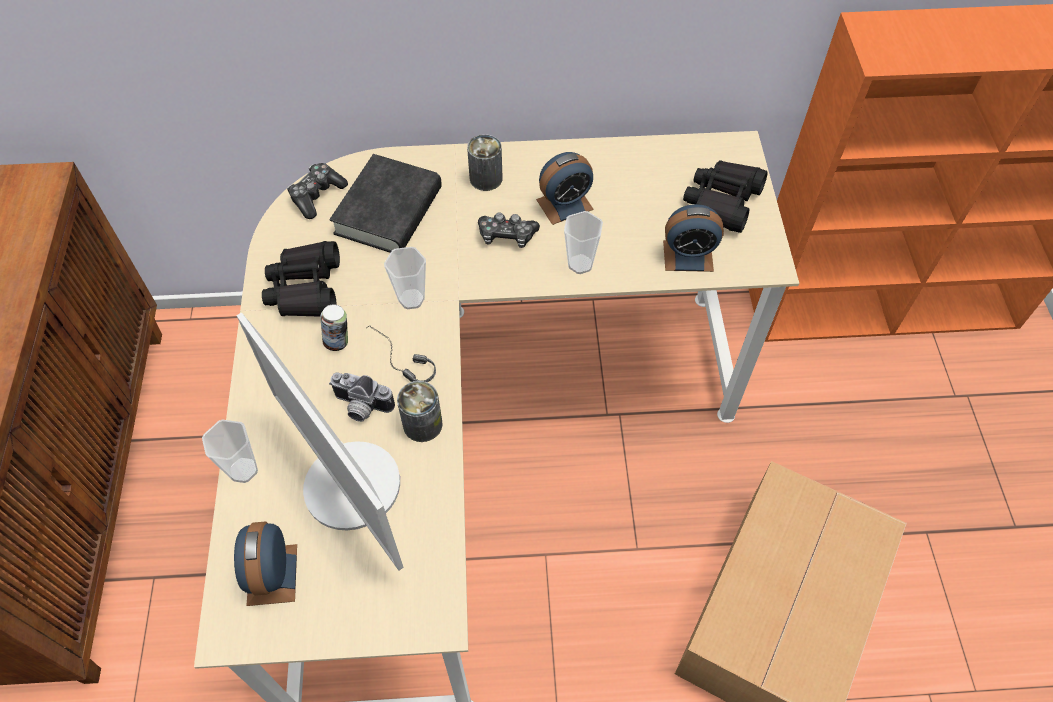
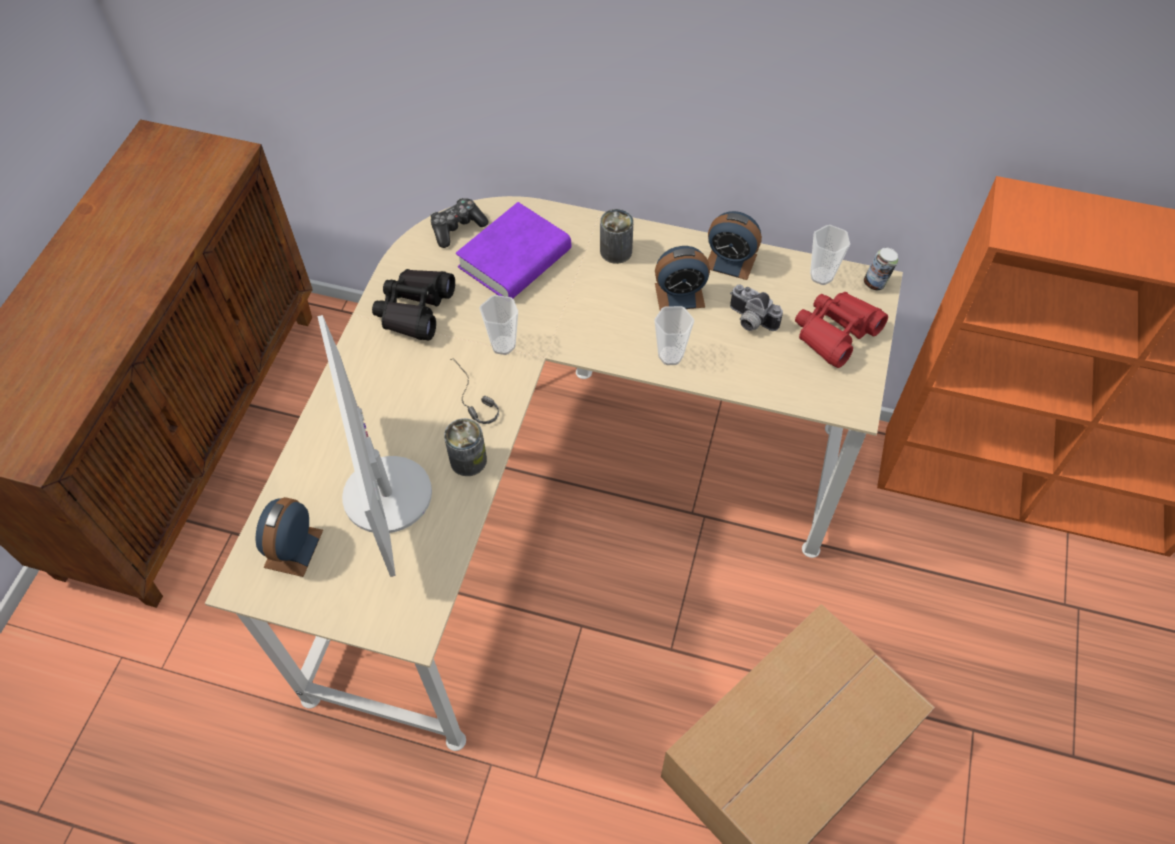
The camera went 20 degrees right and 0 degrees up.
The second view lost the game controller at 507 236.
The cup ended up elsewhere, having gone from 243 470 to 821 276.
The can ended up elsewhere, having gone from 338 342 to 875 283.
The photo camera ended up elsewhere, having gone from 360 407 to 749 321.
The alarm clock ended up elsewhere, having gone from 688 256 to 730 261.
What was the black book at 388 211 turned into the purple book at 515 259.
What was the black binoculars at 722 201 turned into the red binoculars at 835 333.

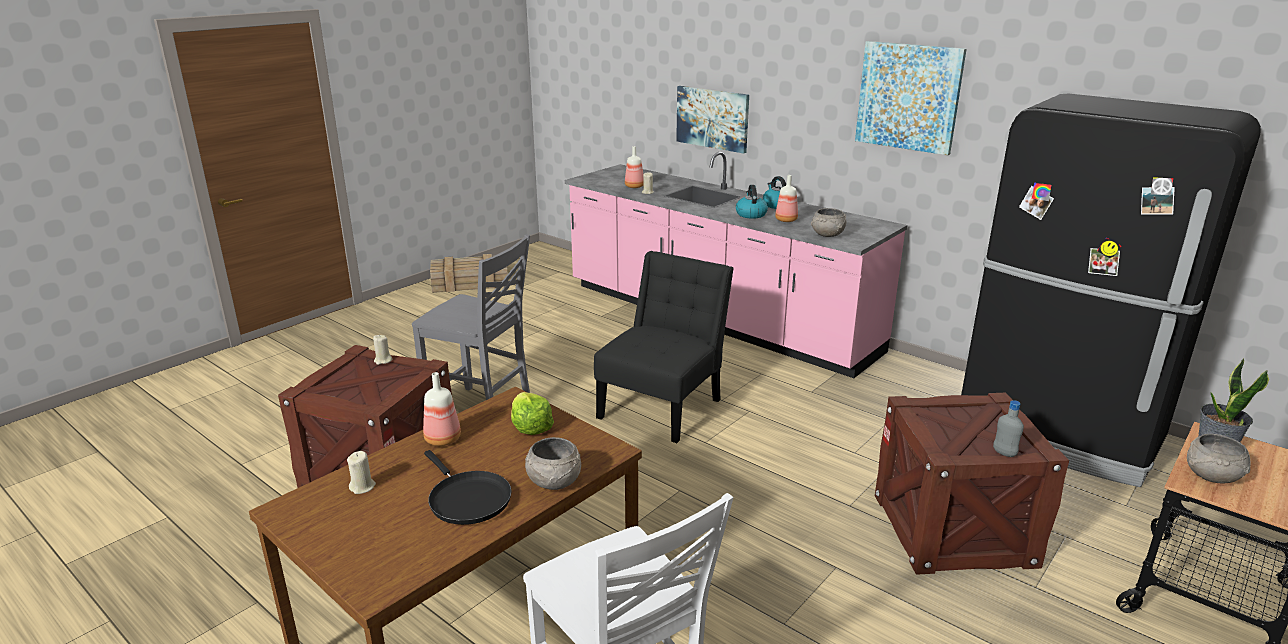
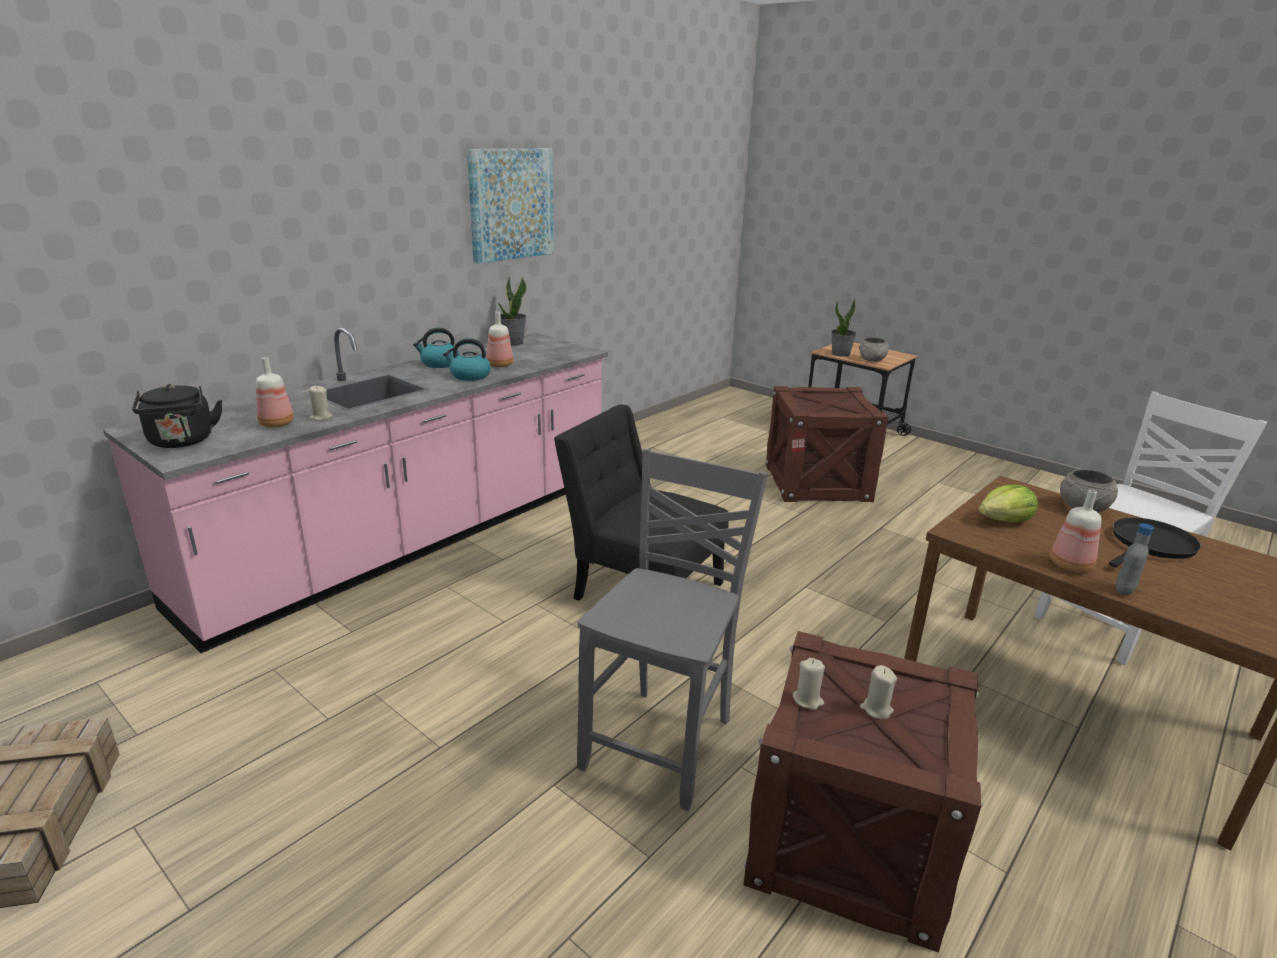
The camera went 90 degrees left and 0 degrees up.
The second view lost the picture at 712 118.
The second view lost the grey bowl at 828 235.
The second view lost the black fridge at 1058 431.
The second view gained the black kettle at 182 442.
The second view gained the potted plant at 512 343.
The beige candle ended up elsewhere, having gone from 362 487 to 876 709.
The grey bottle ended up elsewhere, having gone from 1004 453 to 1124 590.

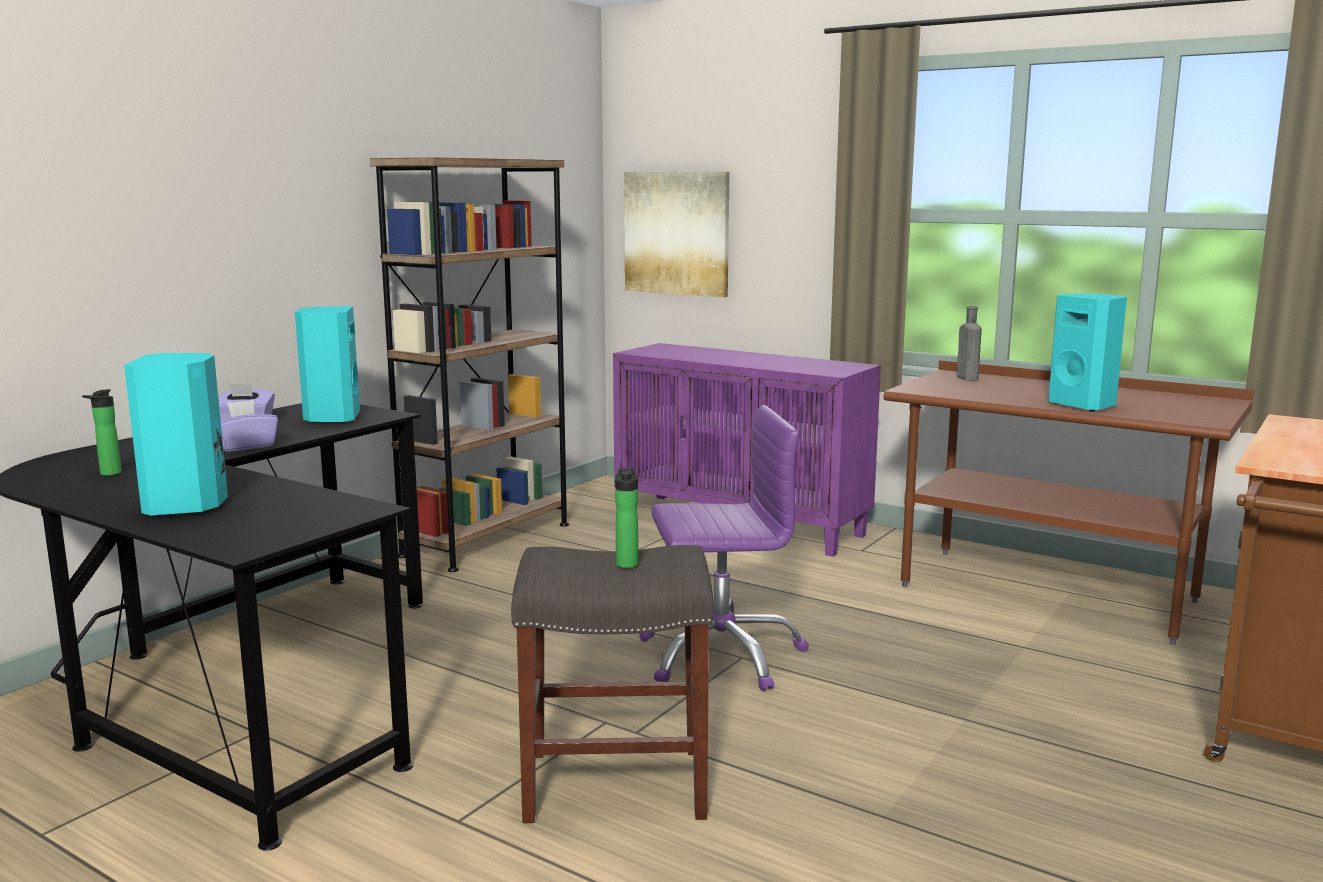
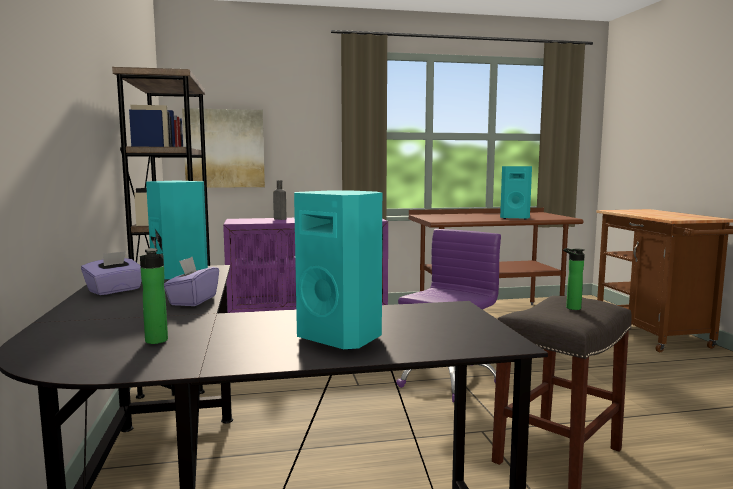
The camera went 45 degrees left and 5 degrees down.
The grey bottle ended up elsewhere, having gone from 966 378 to 279 219.

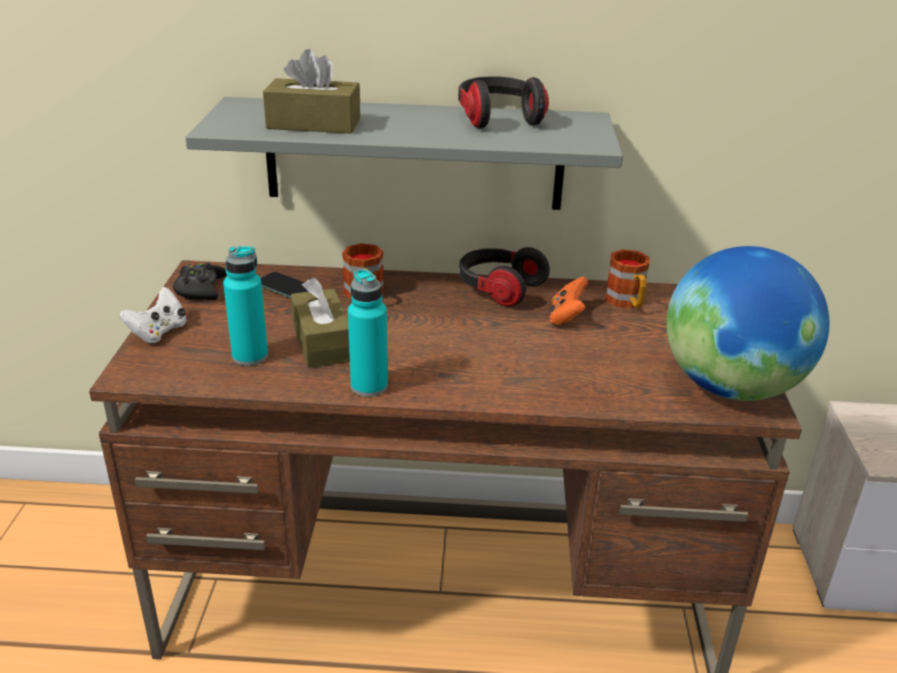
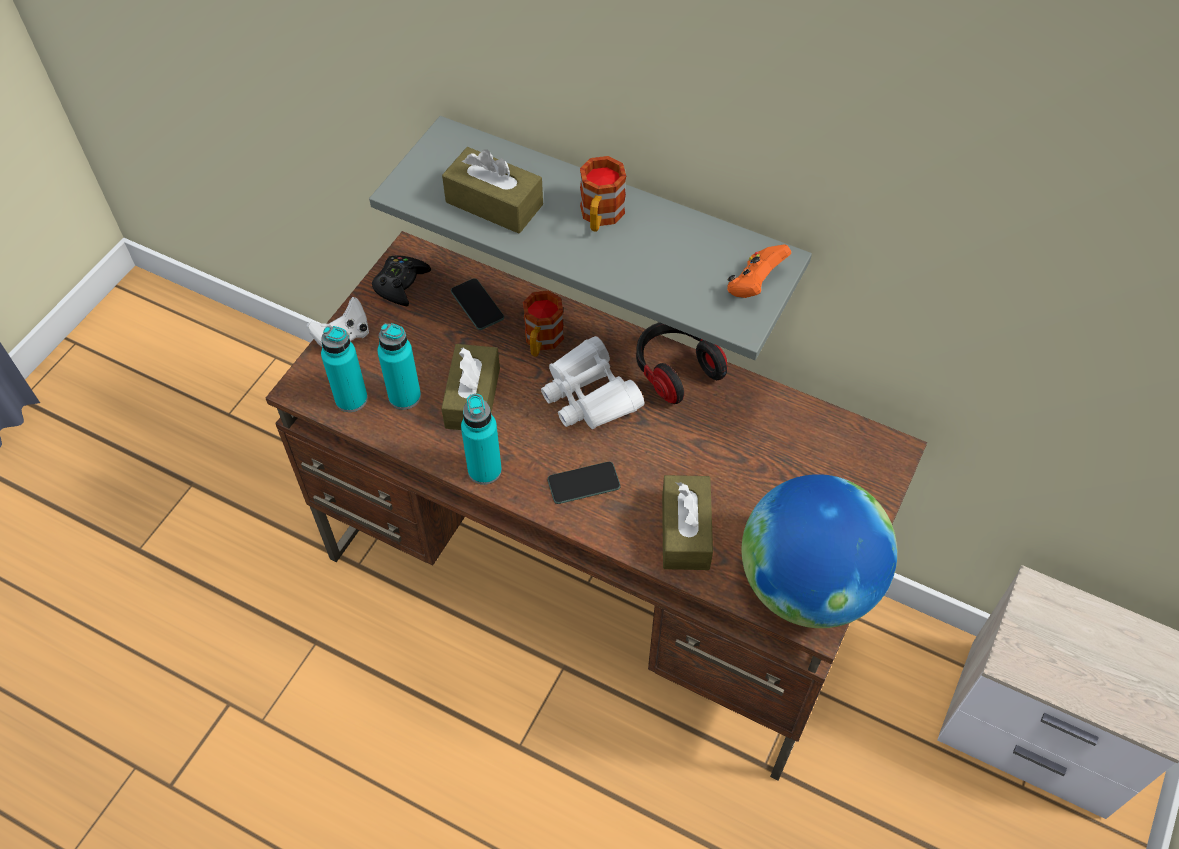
The camera went 25 degrees right and 25 degrees up.
The second view lost the headphones at 498 118.
The second view gained the turquoise bottle at 351 399.
The second view gained the white binoculars at 589 395.
The second view gained the phone at 583 483.
The second view gained the brown tissue box at 685 531.
The orange game controller ended up elsewhere, having gone from 566 317 to 754 285.
The mug ended up elsewhere, having gone from 627 302 to 600 217.

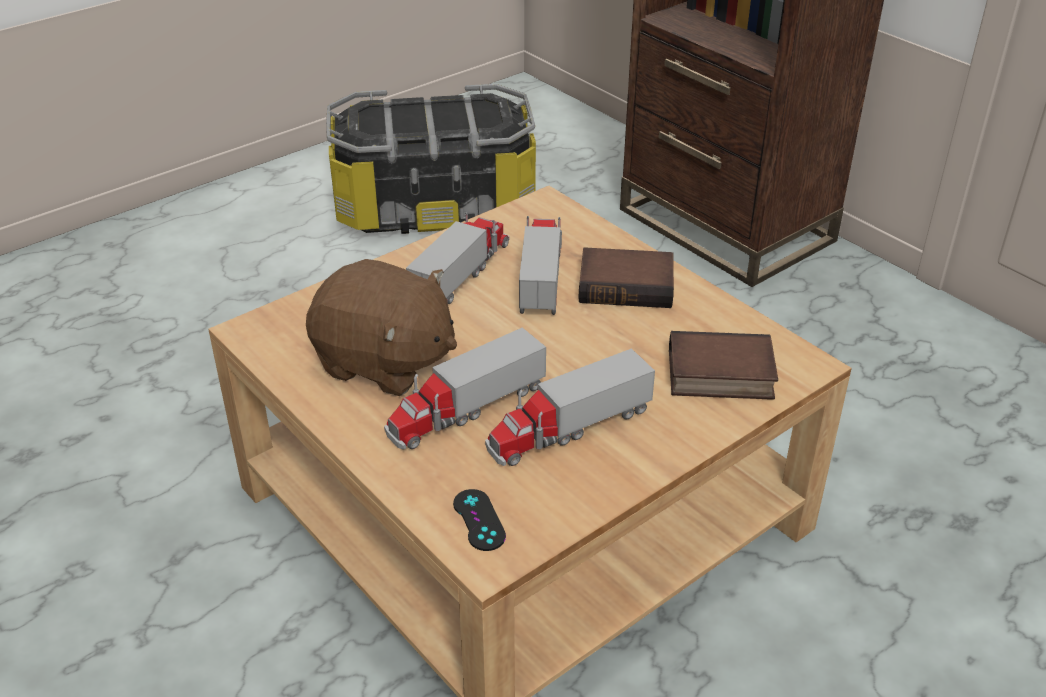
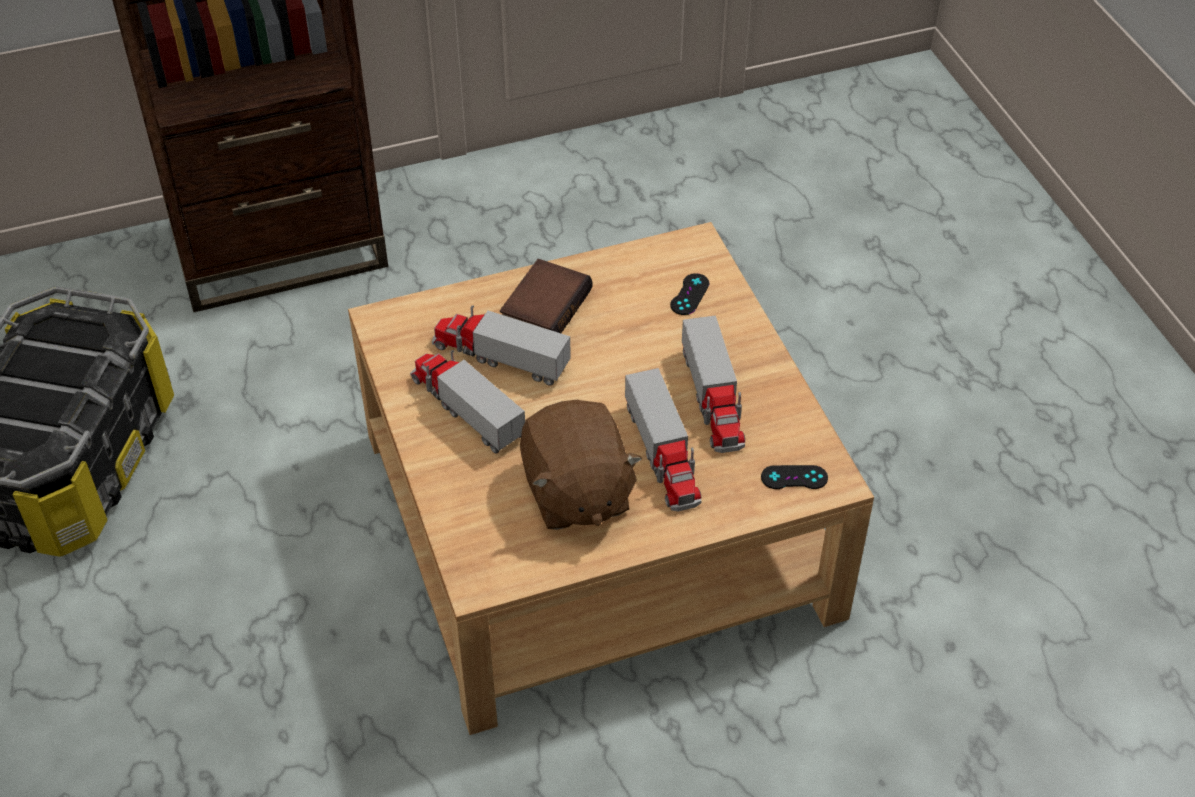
The camera went 70 degrees left and 10 degrees up.
Where the book stood at 718 376, the black game controller came to stand at 689 294.
The brown plush toy at 384 362 ended up facing another way, 120 degrees clockwise from before.

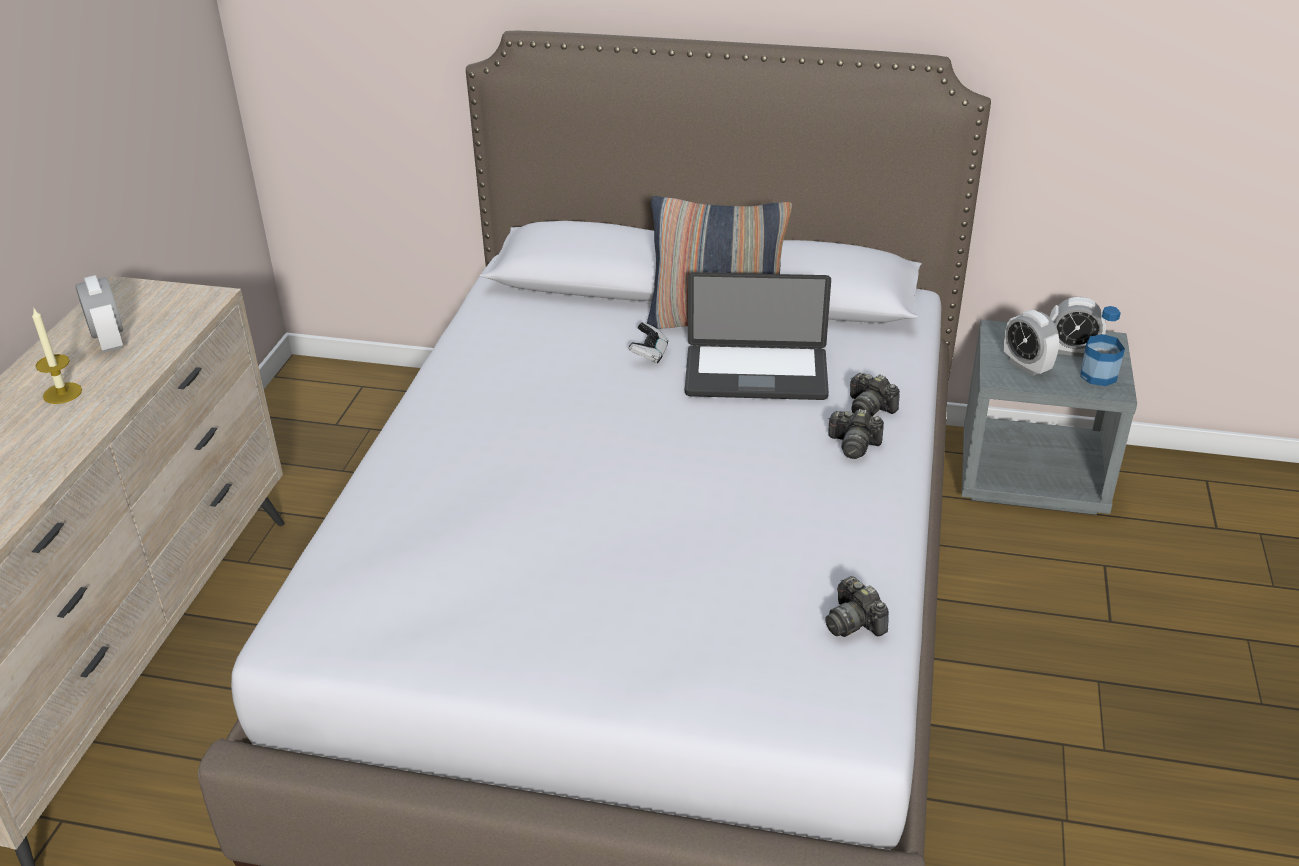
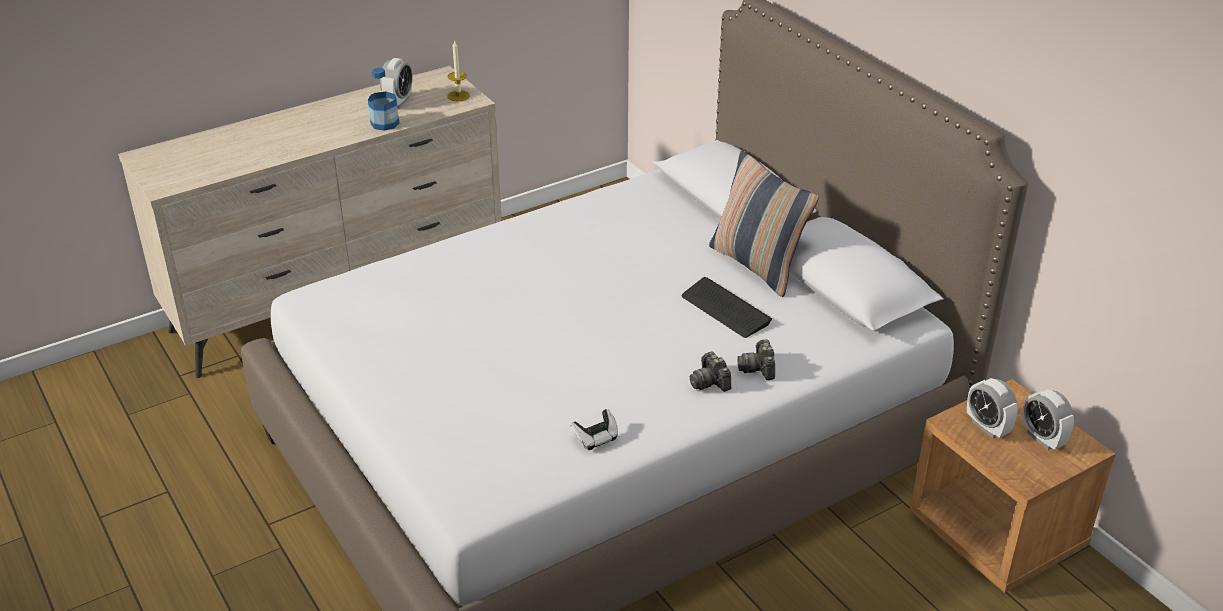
The camera went 45 degrees right and 0 degrees up.
The second view lost the photo camera at 854 622.
The candle ended up elsewhere, having gone from 62 393 to 458 96.
The game controller ended up elsewhere, having gone from 649 354 to 596 439.
The bottle ended up elsewhere, having gone from 1098 375 to 385 123.
Where the laptop stood at 756 375, the keyboard came to stand at 725 309.
What was the grey nightstand at 1032 475 turned into the brown nightstand at 997 534.
The alarm clock at 1026 366 ended up facing another way, 45 degrees counterclockwise from before.

